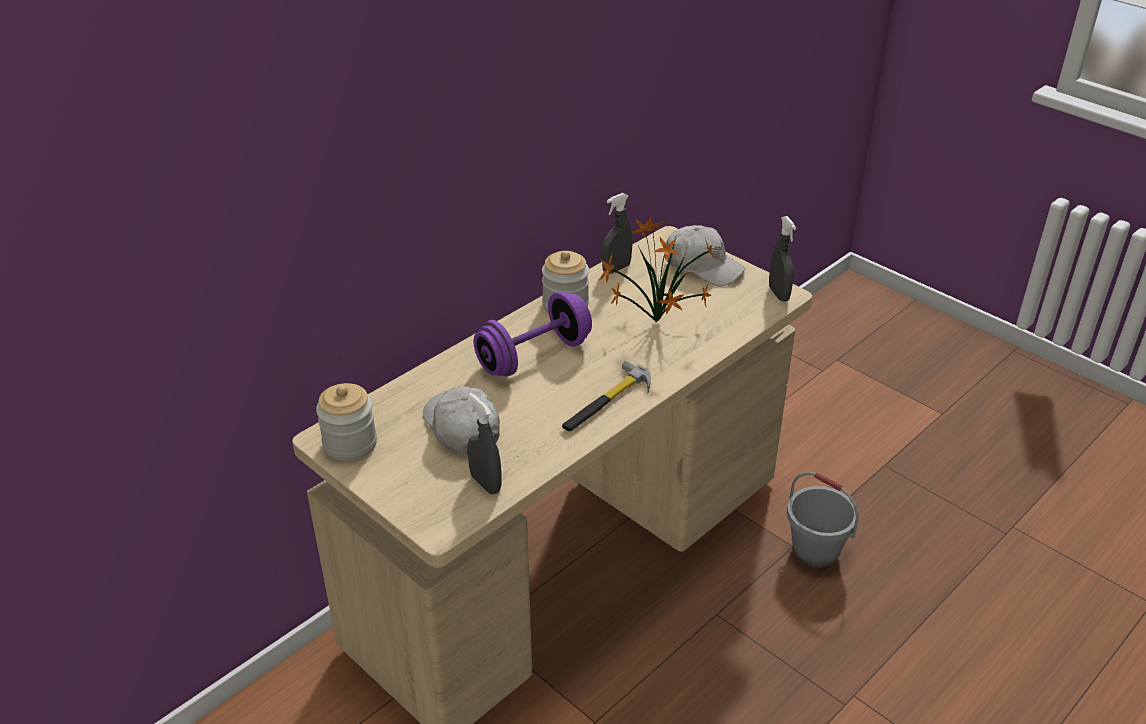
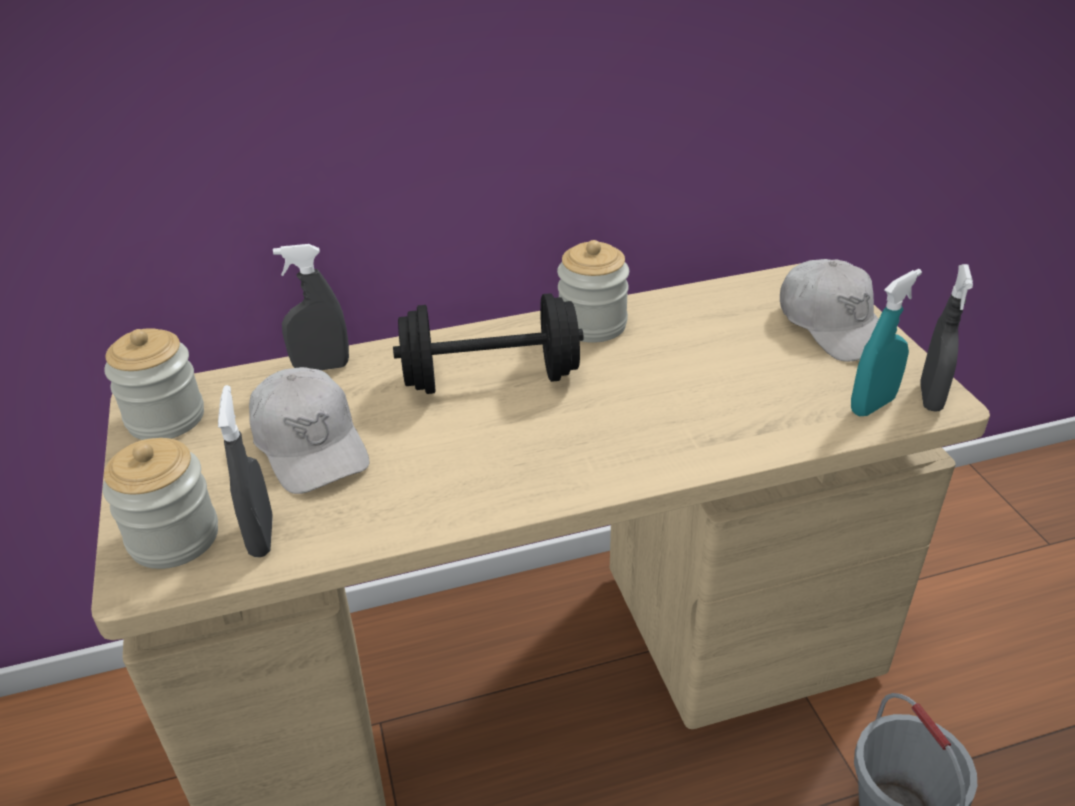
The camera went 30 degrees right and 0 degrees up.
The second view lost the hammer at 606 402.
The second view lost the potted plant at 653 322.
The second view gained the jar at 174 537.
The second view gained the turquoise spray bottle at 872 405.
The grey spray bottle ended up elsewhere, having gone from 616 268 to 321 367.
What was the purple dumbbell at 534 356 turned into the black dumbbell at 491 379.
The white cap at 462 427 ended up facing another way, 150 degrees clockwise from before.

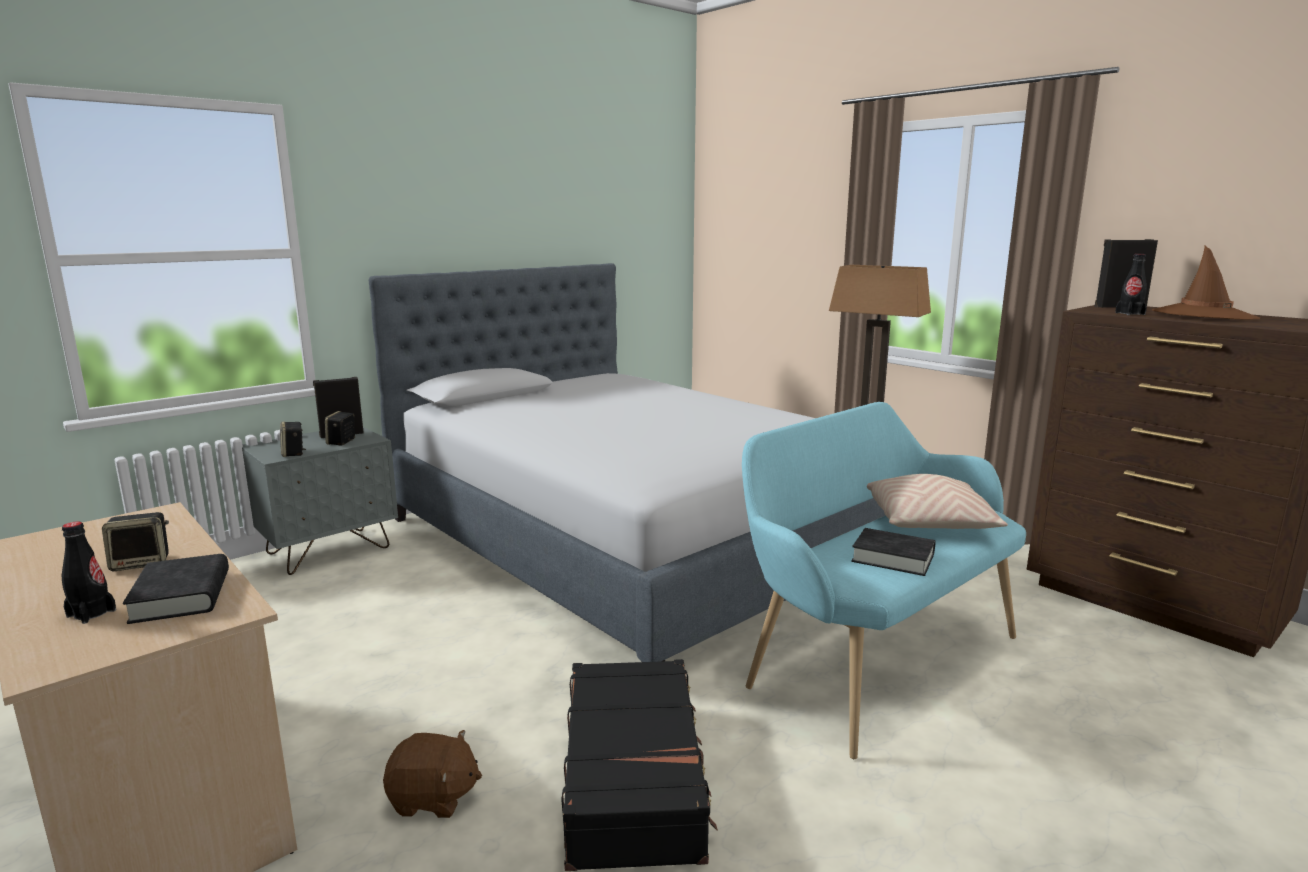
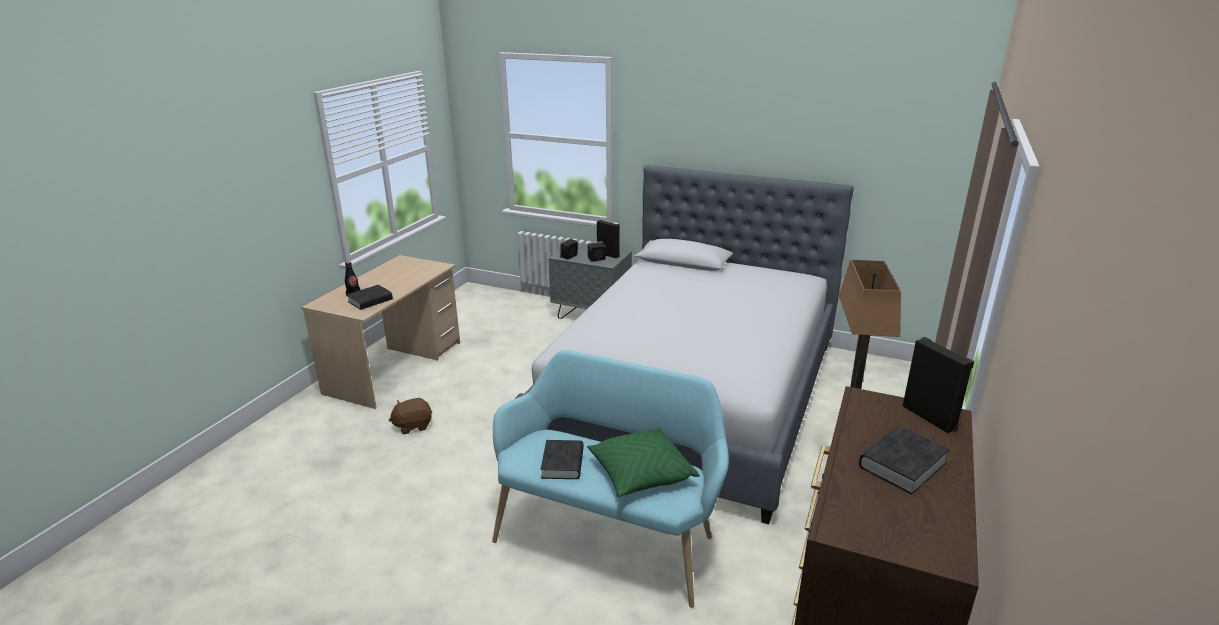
The camera went 65 degrees right and 10 degrees up.
The second view lost the speaker at 142 563.
The second view lost the black suitcase at 634 777.
The second view lost the black bottle at 1130 314.
Where the brown hat stood at 1204 316, the black book came to stand at 902 465.
What was the beige pillow at 930 524 turned into the green pillow at 640 474.
The brown plush toy at 433 798 ended up facing another way, 90 degrees clockwise from before.

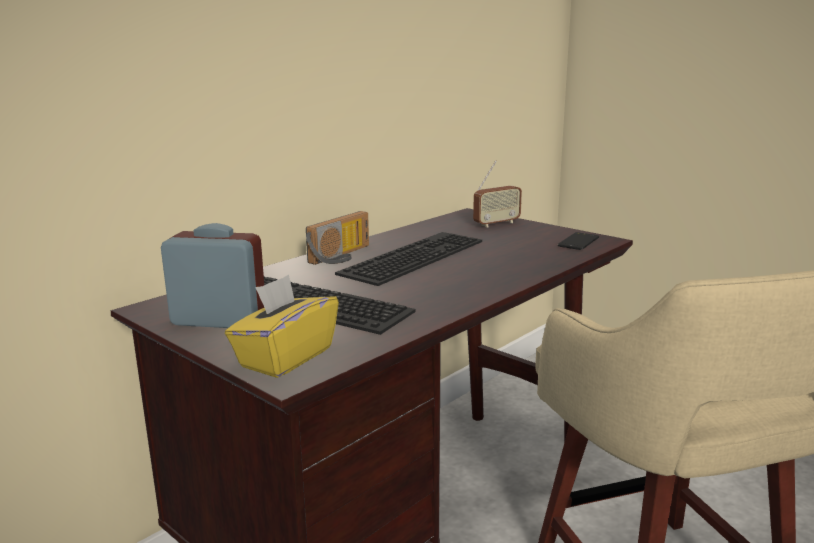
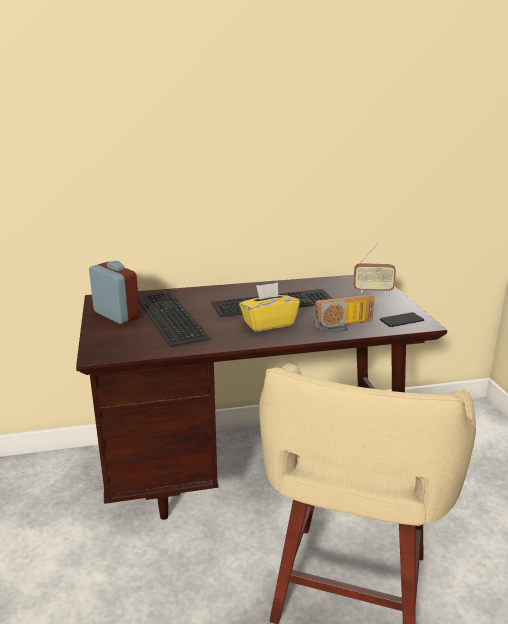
The camera went 35 degrees right and 5 degrees up.
The yellow tissue box ended up elsewhere, having gone from 285 357 to 268 324.
The radio ended up elsewhere, having gone from 343 256 to 344 326.

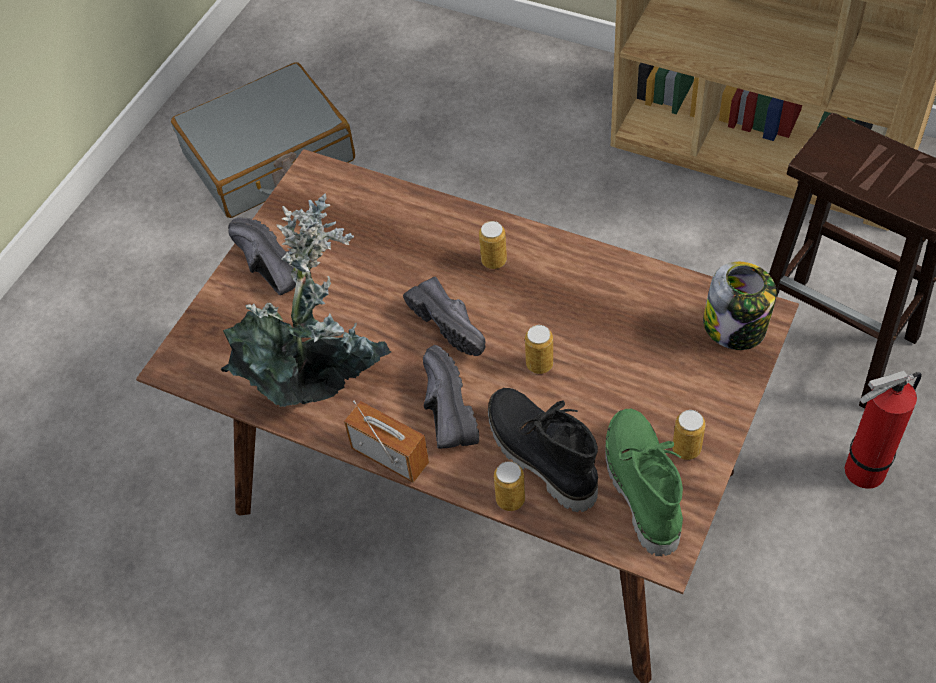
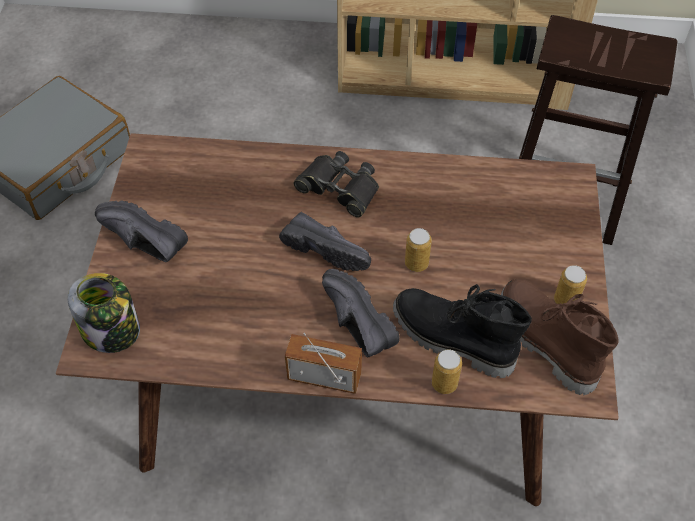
The camera went 25 degrees left and 0 degrees up.
The second view lost the potted plant at 317 379.
The second view lost the fire extinguisher at 860 473.
The jar ended up elsewhere, having gone from 735 327 to 112 331.
Where the can stood at 494 261, the black binoculars came to stand at 339 188.
What was the green boot at 640 487 turned into the brown boot at 544 342.

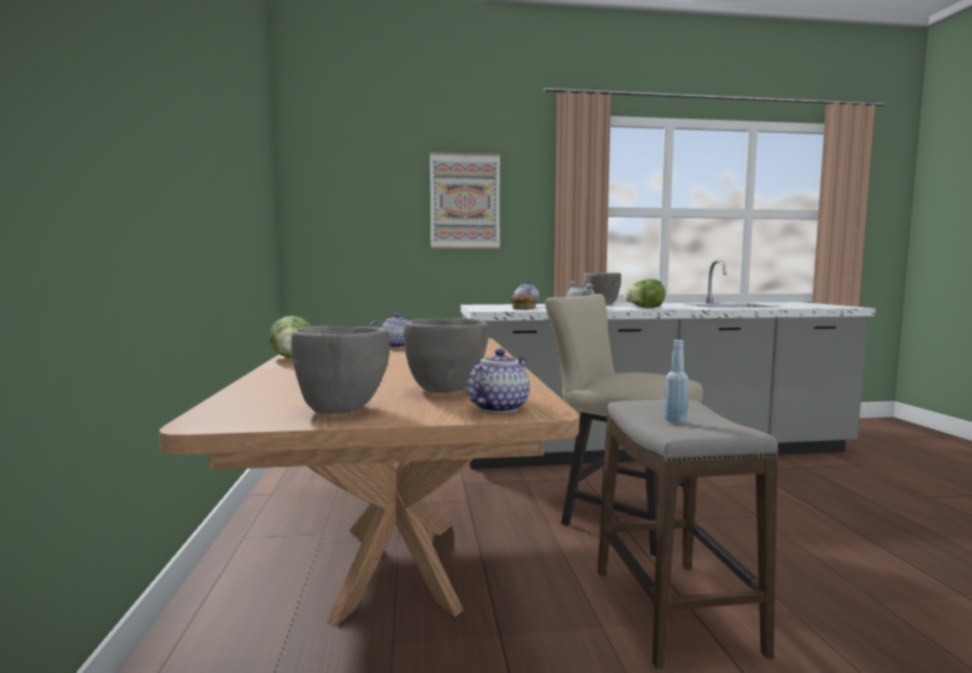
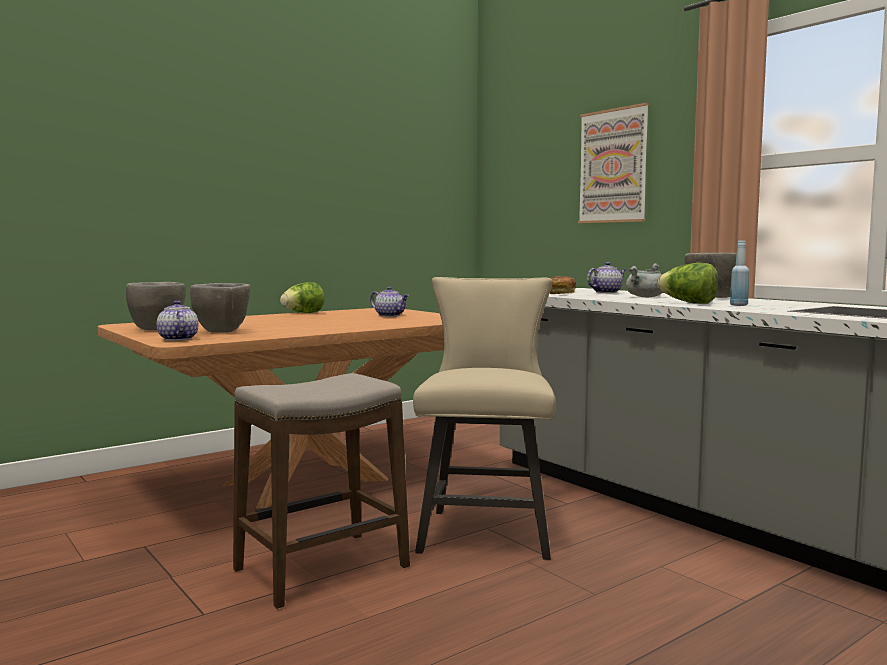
The camera went 60 degrees right and 0 degrees up.
The blue bottle ended up elsewhere, having gone from 675 420 to 738 305.
The teapot at 498 408 ended up facing another way, 120 degrees counterclockwise from before.

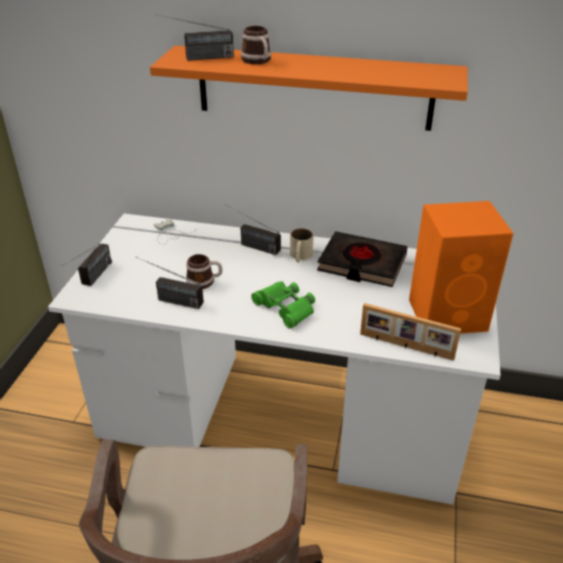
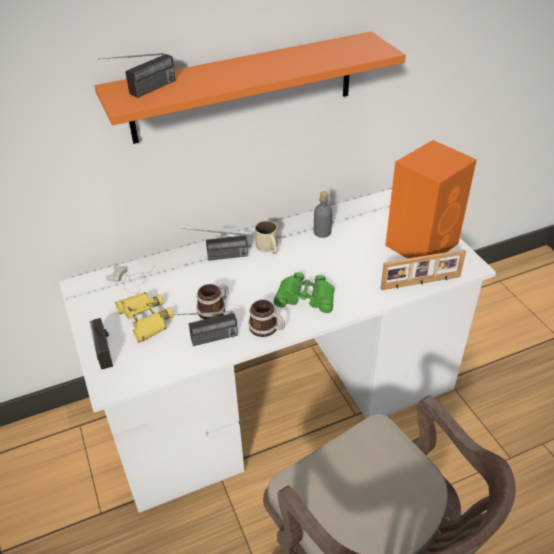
The camera went 35 degrees left and 5 degrees up.
The second view gained the yellow binoculars at 145 319.
The mug ended up elsewhere, having gone from 258 61 to 267 328.
Where the black book stood at 361 264, the grey bottle came to stand at 322 232.

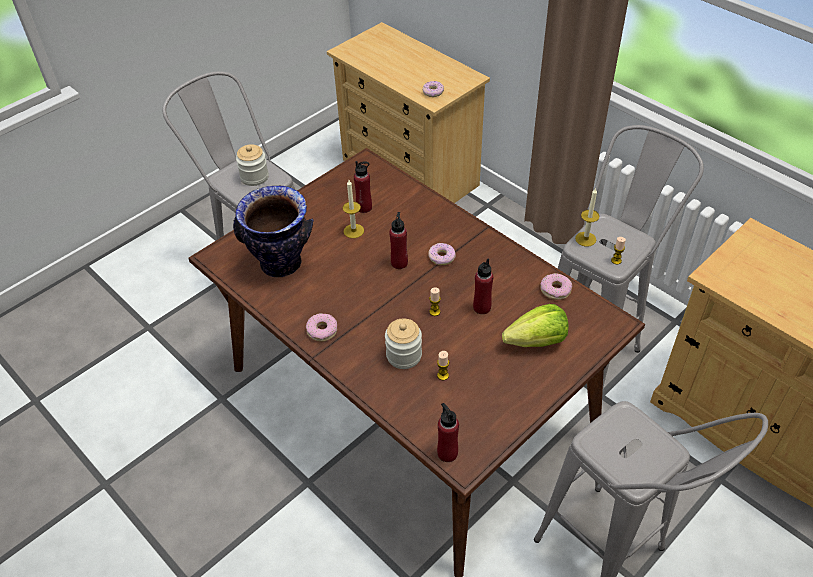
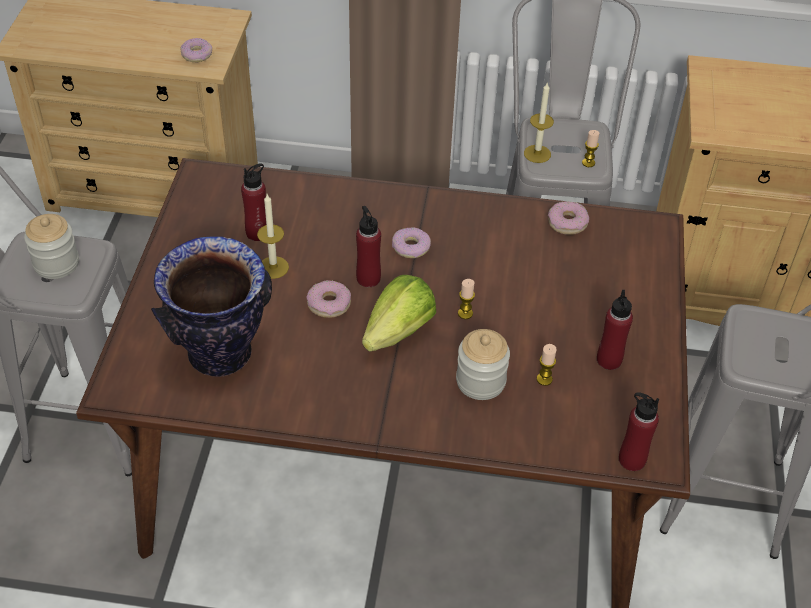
The camera went 40 degrees left and 0 degrees up.
The donut ended up elsewhere, having gone from 322 331 to 329 304.
The red bottle ended up elsewhere, having gone from 481 307 to 609 360.
The lettuce ended up elsewhere, having gone from 537 341 to 399 332.

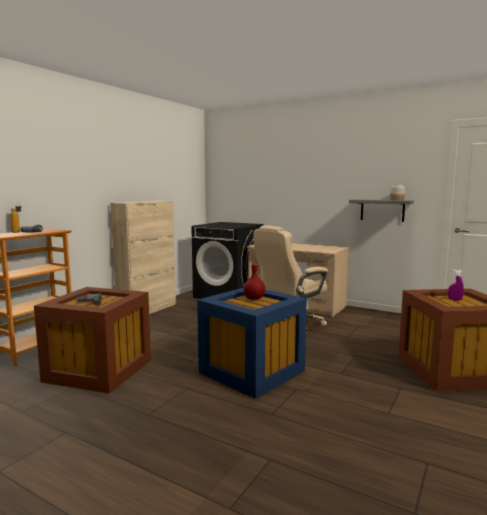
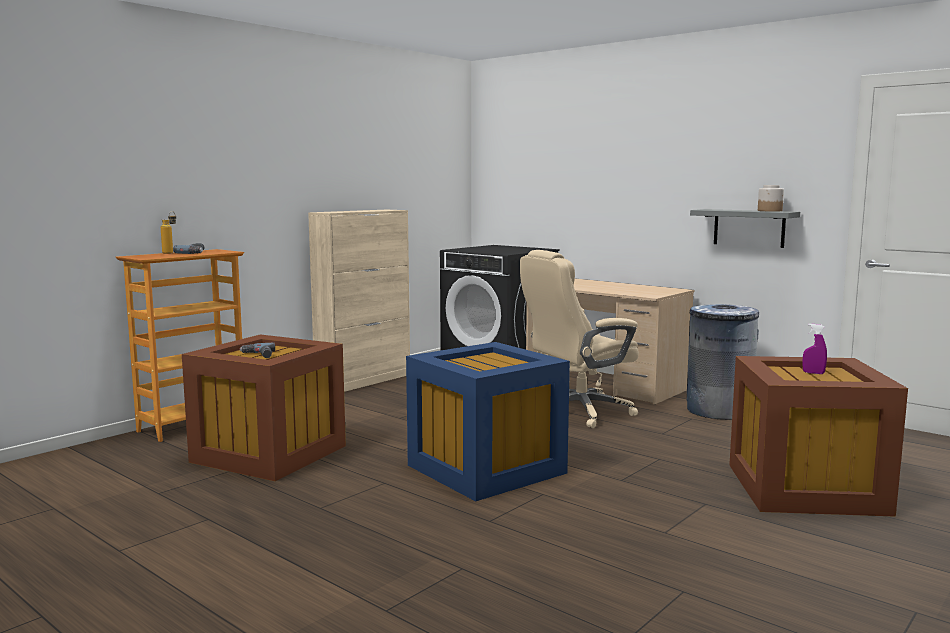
The camera went 10 degrees right and 0 degrees up.
The second view lost the red bottle at 253 298.
The second view gained the grey trash can at 719 411.

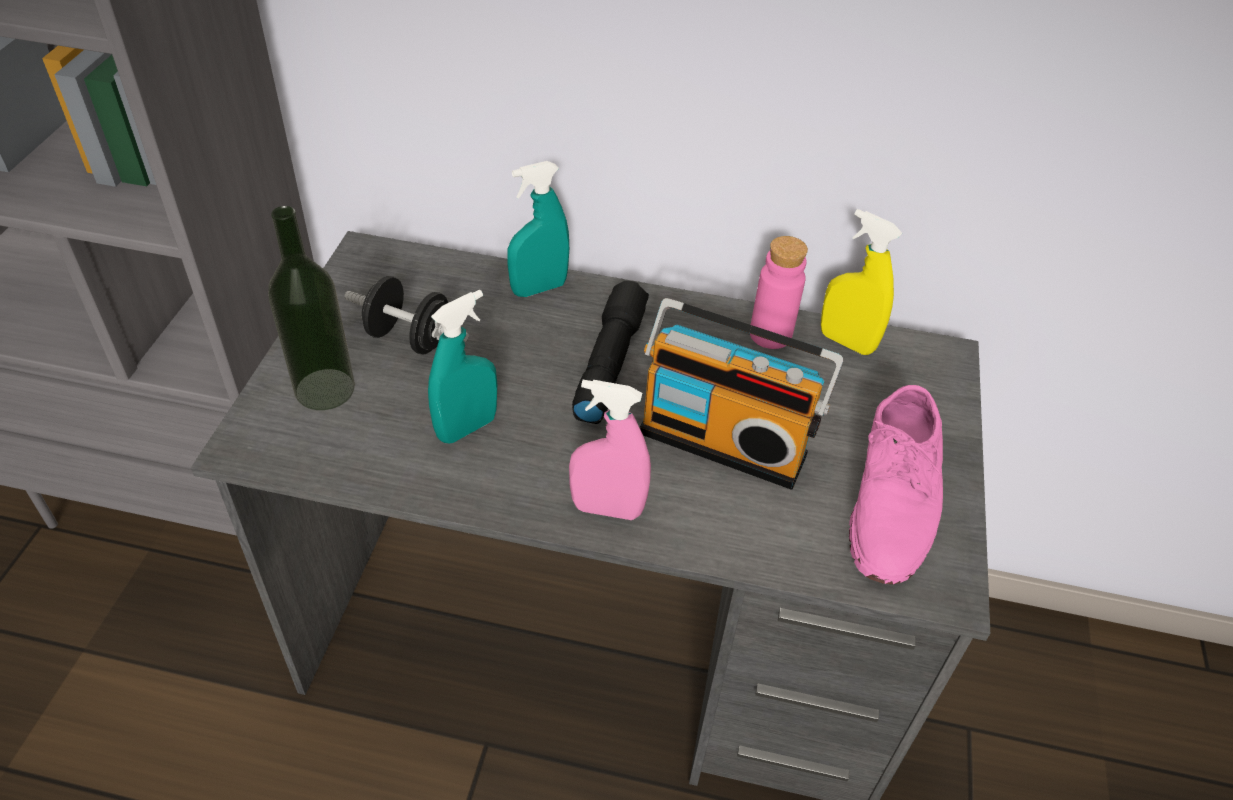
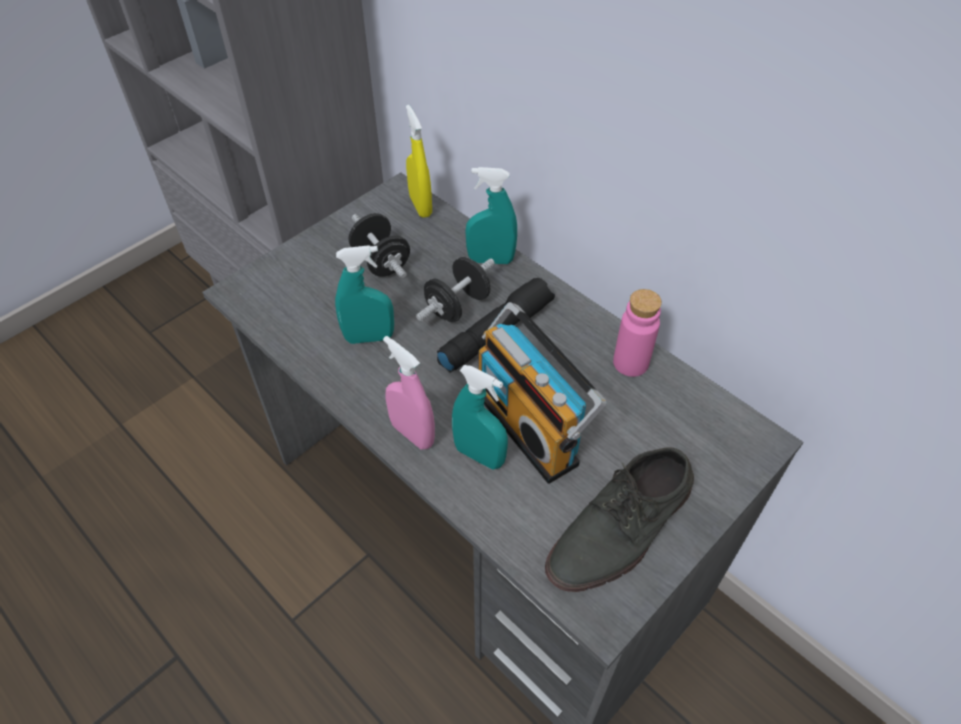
The camera went 35 degrees right and 5 degrees up.
The second view lost the bottle at 325 389.
The second view gained the black dumbbell at 457 306.
The second view gained the turquoise spray bottle at 479 455.
The yellow spray bottle ended up elsewhere, having gone from 846 342 to 420 206.
What was the pink shoe at 895 497 turned into the grey shoe at 622 528.

